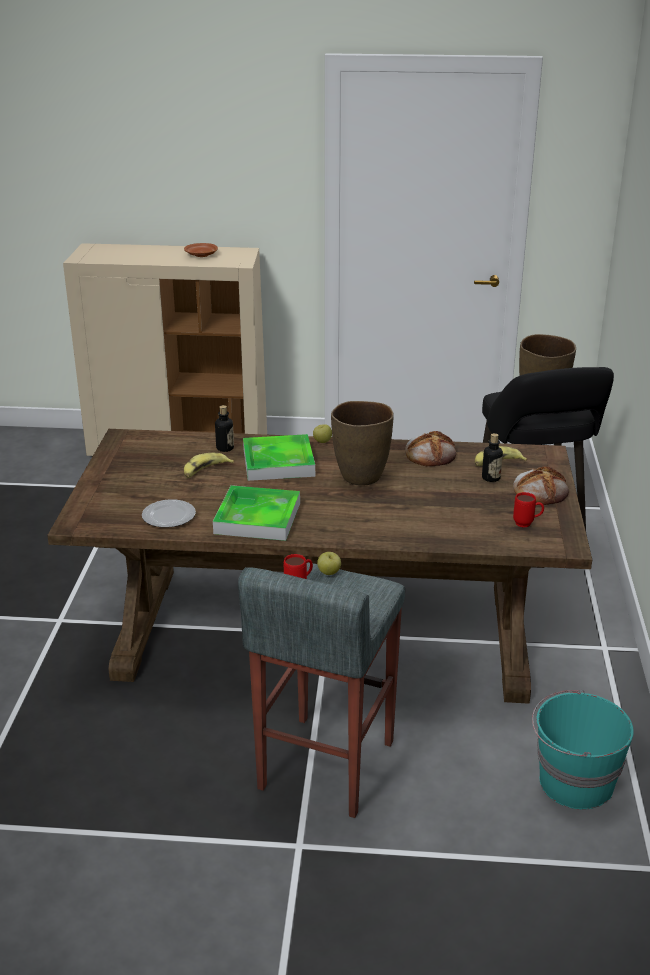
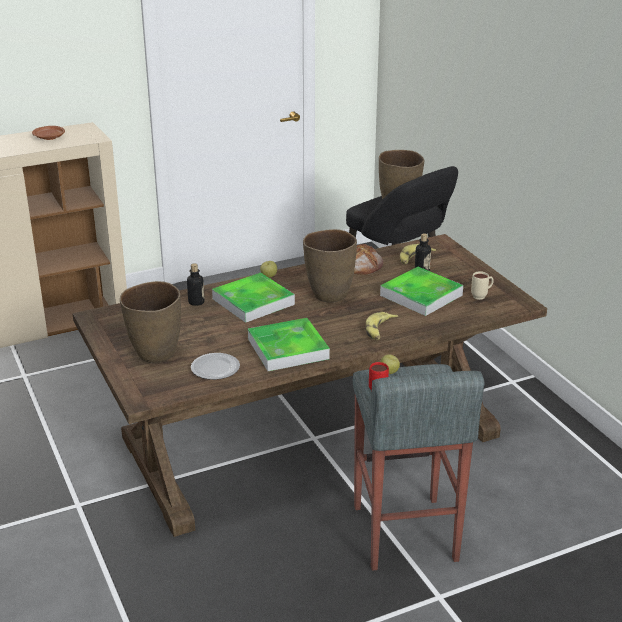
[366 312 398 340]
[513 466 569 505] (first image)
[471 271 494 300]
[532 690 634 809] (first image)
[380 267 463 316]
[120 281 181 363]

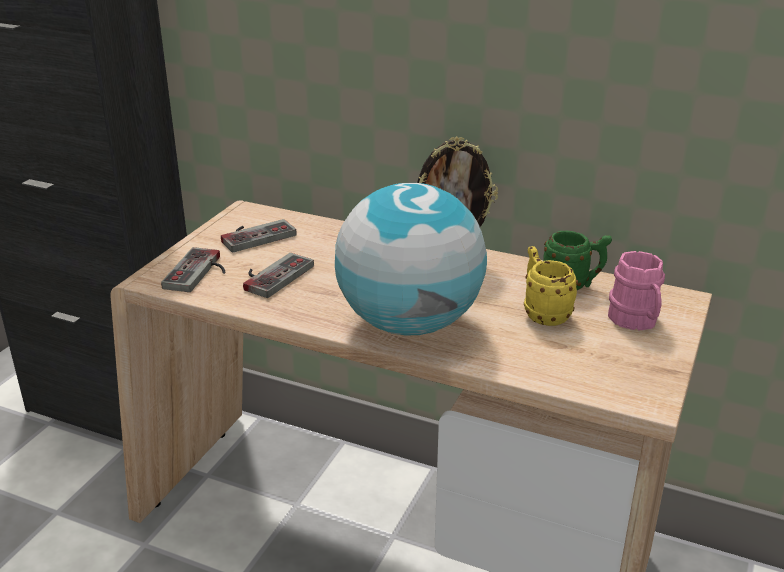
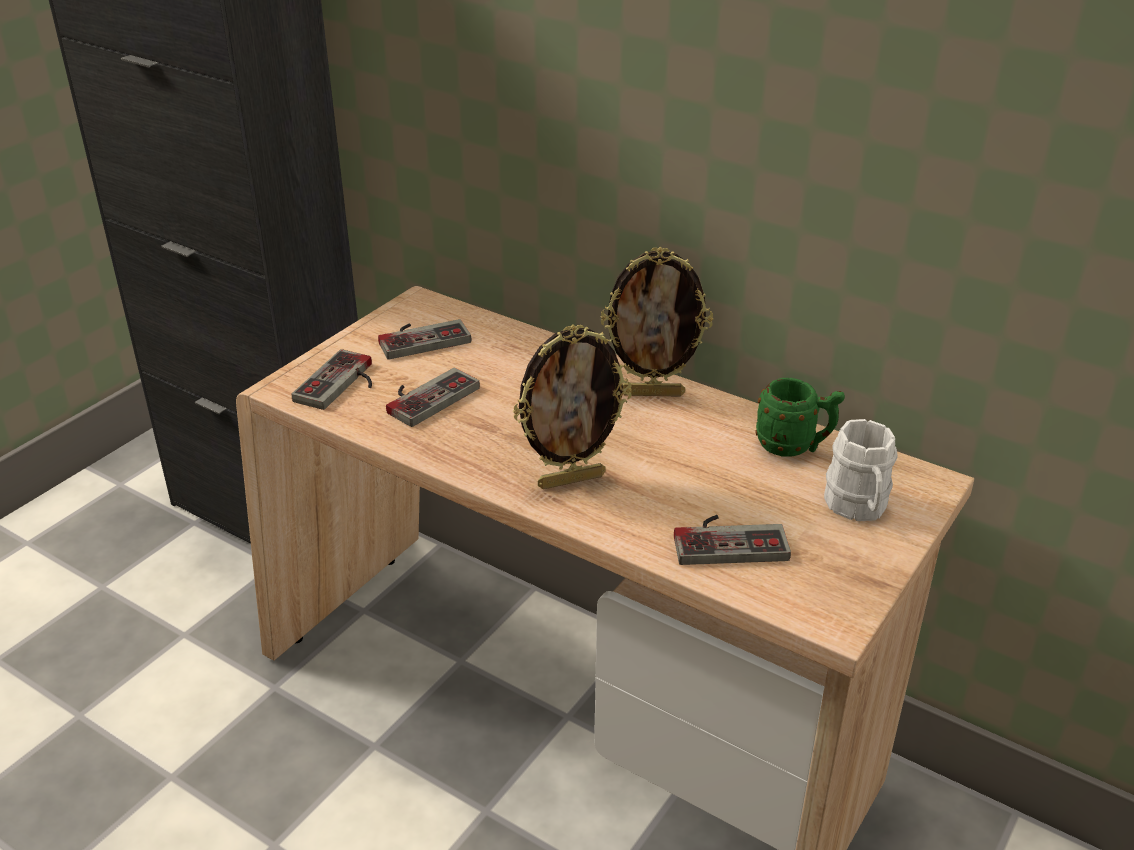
[513 324 631 489]
[524 246 578 326] (first image)
[824 419 898 521]
[674 515 791 565]

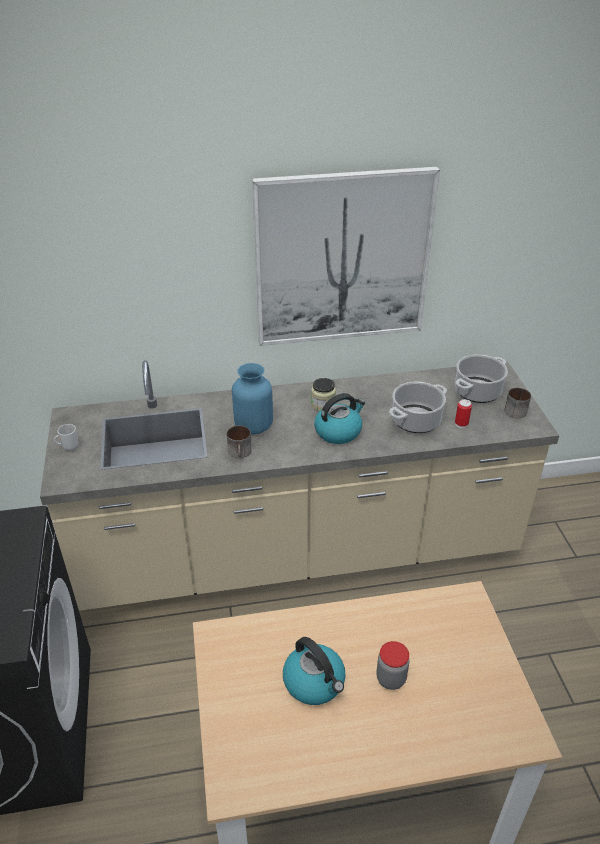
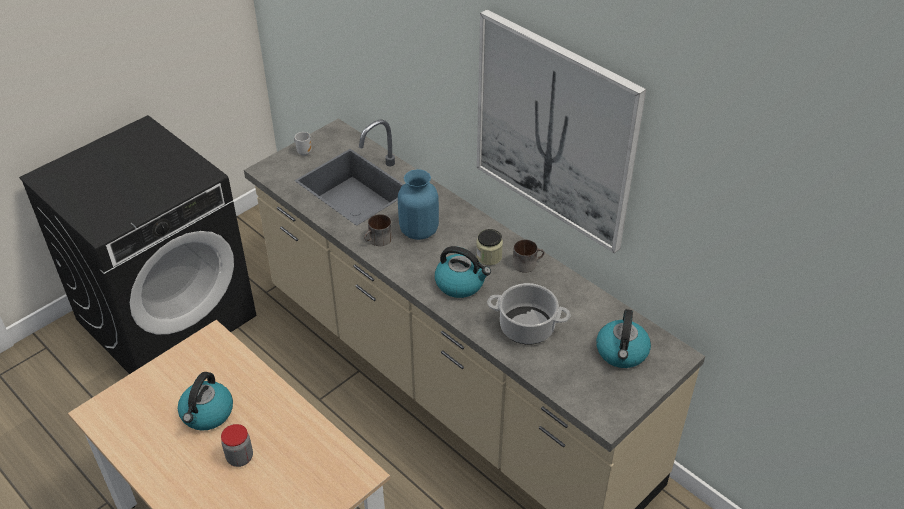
[596 309 651 368]
[513 239 544 273]
[455 399 472 428] (first image)

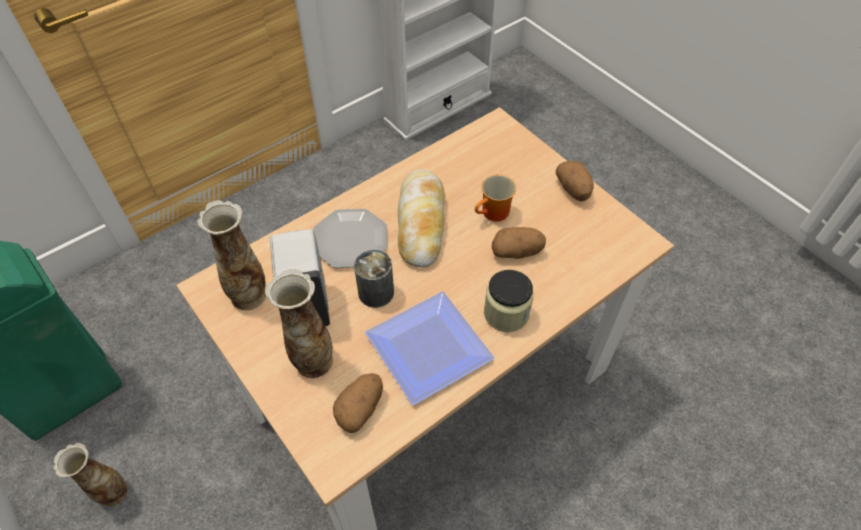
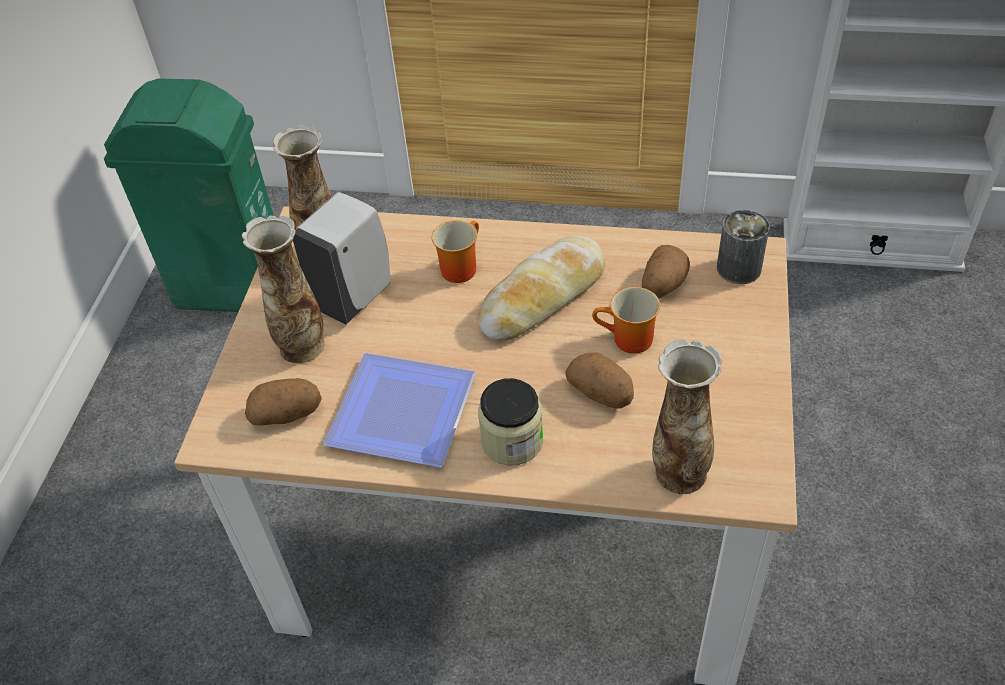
[642 245 690 299]
[432 220 479 283]
[717 210 770 284]
[652 340 722 494]

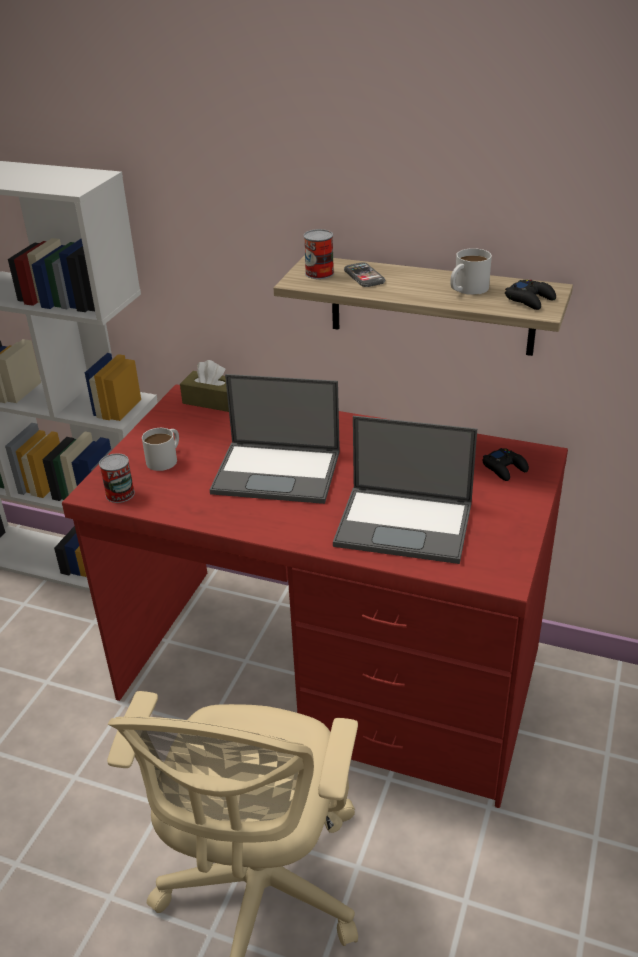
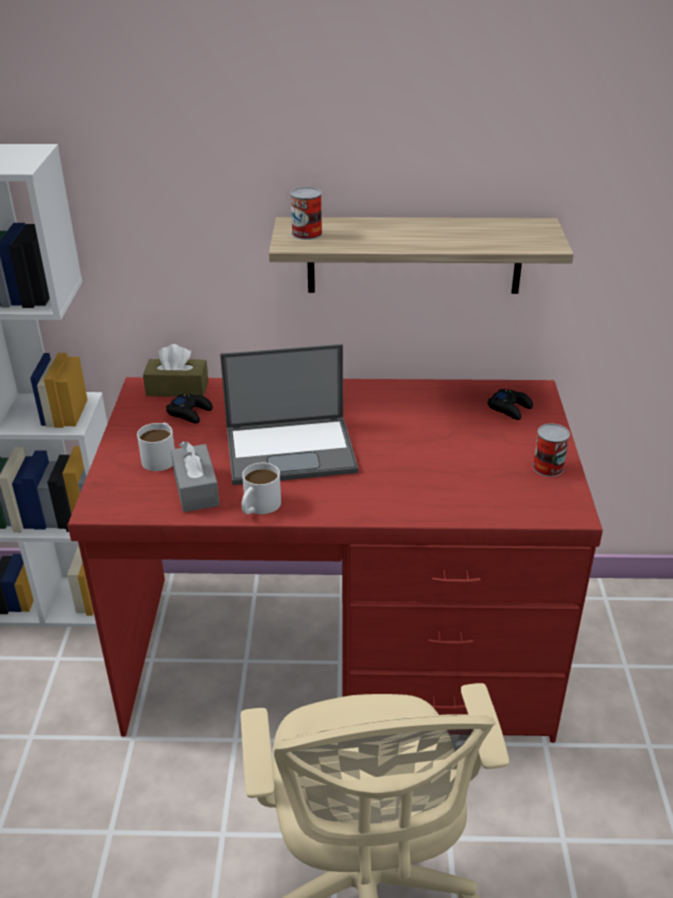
[242 463 281 514]
[344 262 385 287] (first image)
[166 394 213 424]
[333 416 477 564] (first image)
[533 423 570 477]
[171 441 220 512]

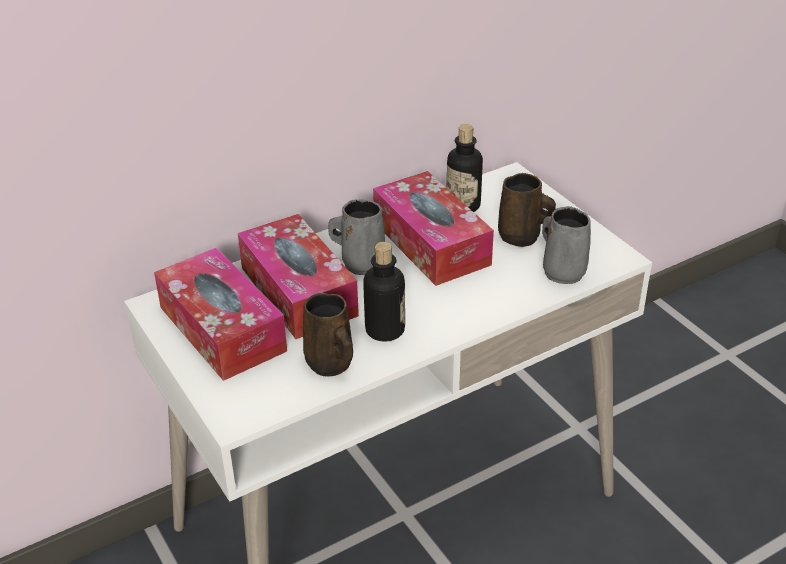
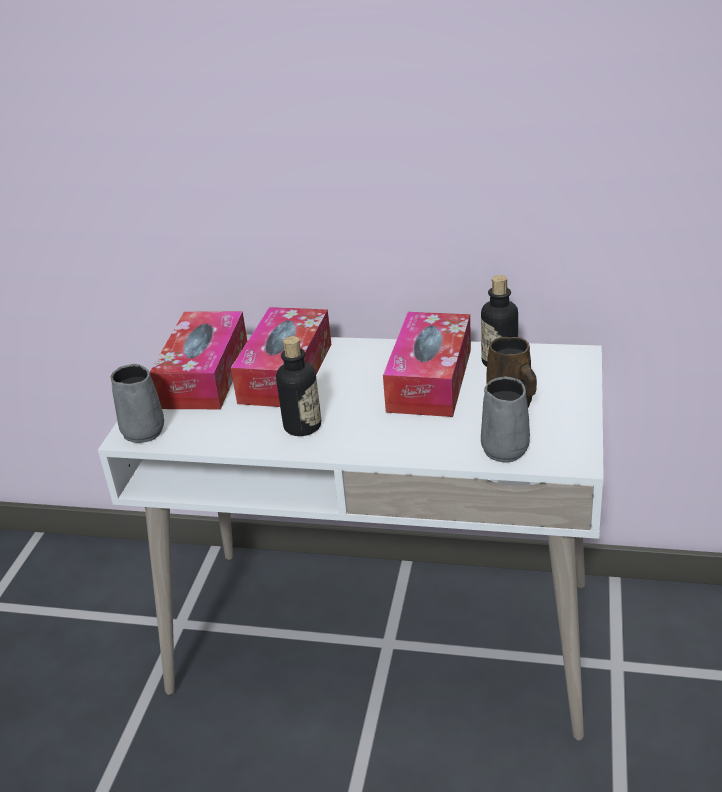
[111 364 164 443]
[303 293 353 377] (first image)

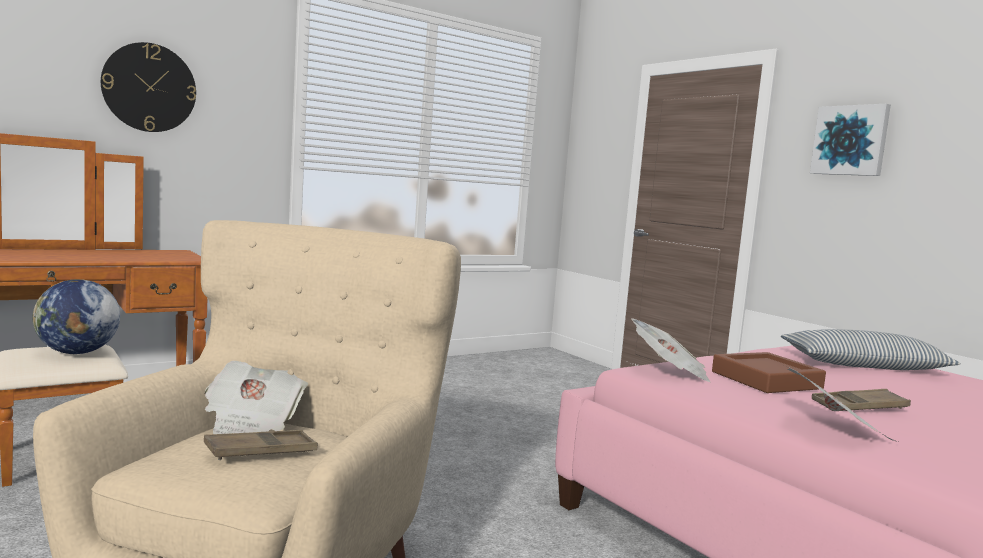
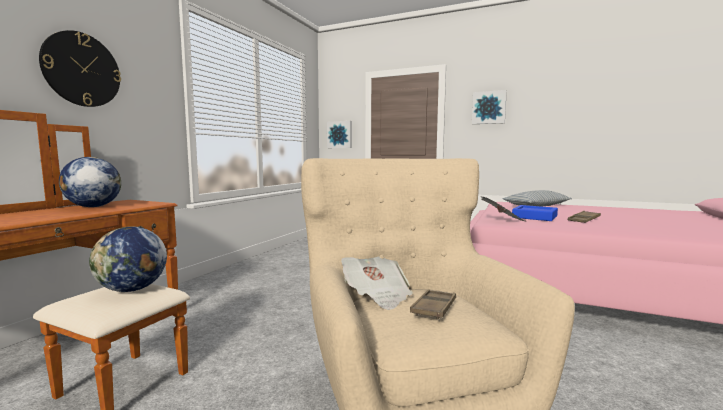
[512 205 558 221]
[788 367 898 442] (first image)
[327 121 352 148]
[59 157 121 207]

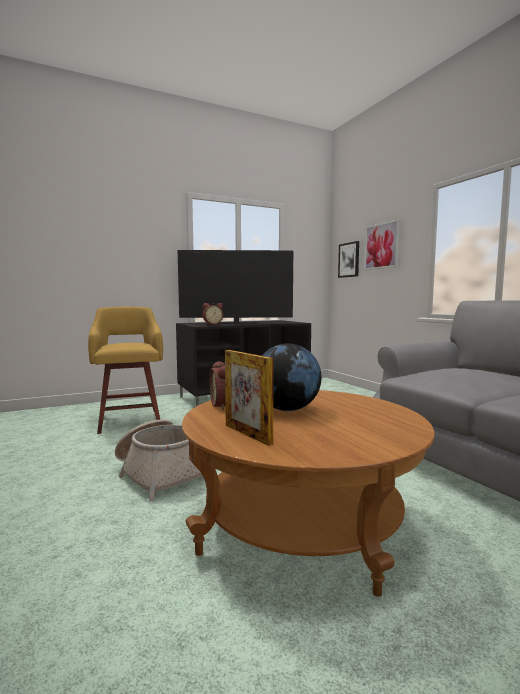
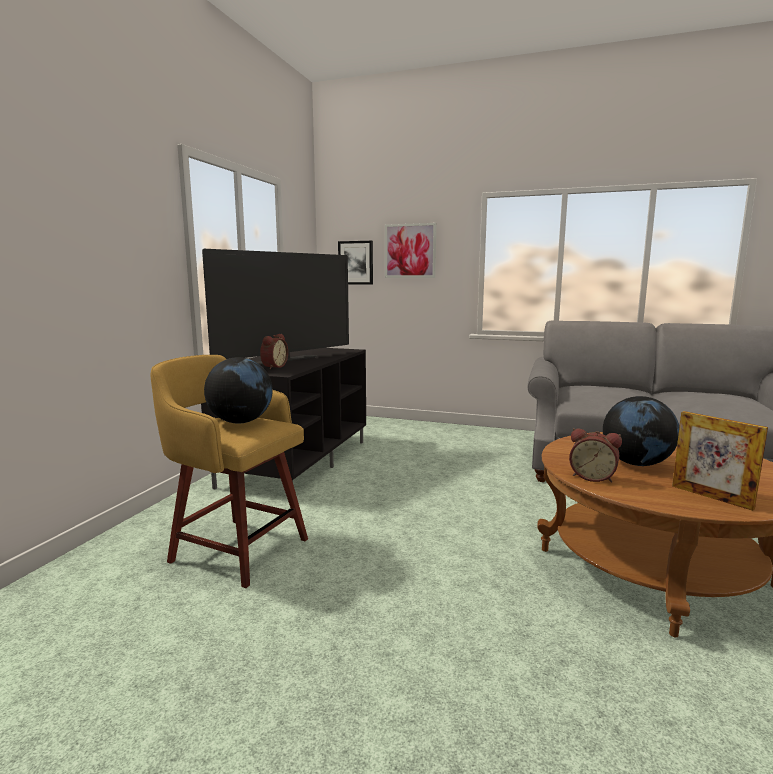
[672 411 768 511]
[115 419 202 502] (first image)
[204 357 273 424]

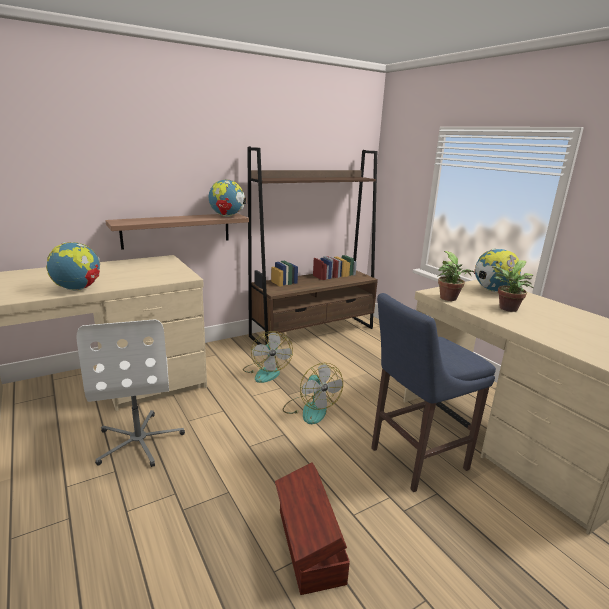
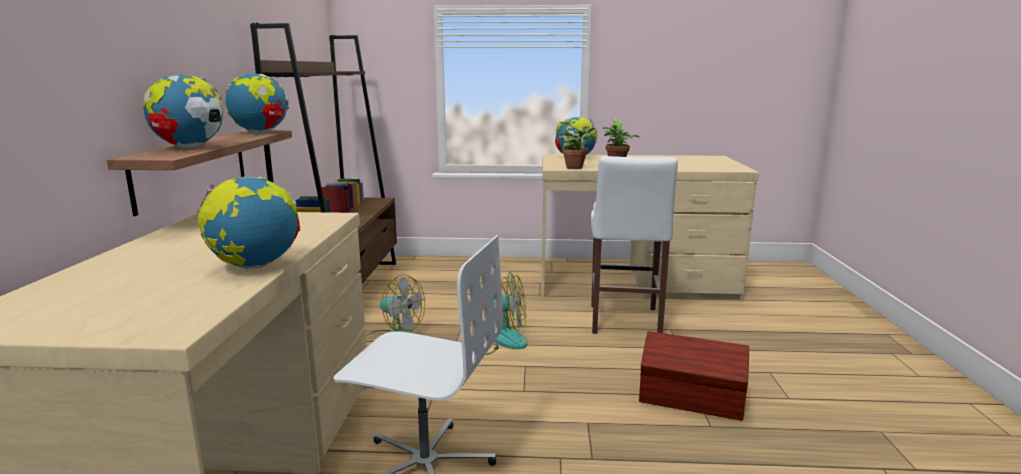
[591 156 678 334]
[143 75 223 148]

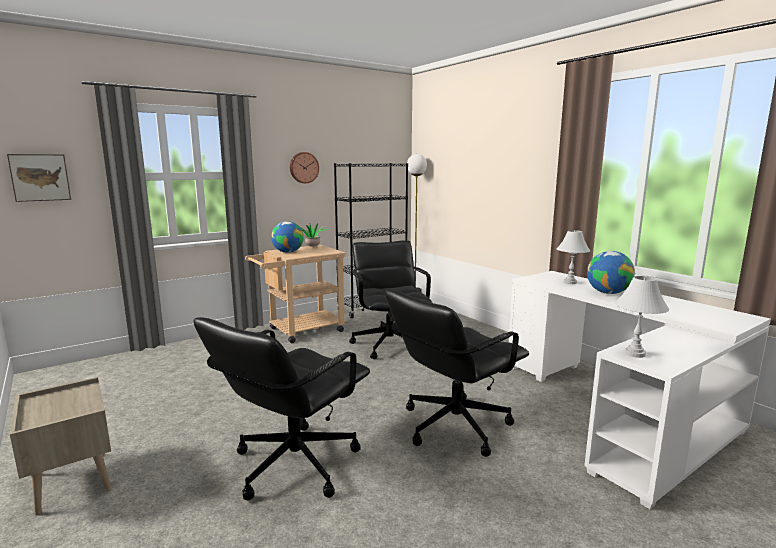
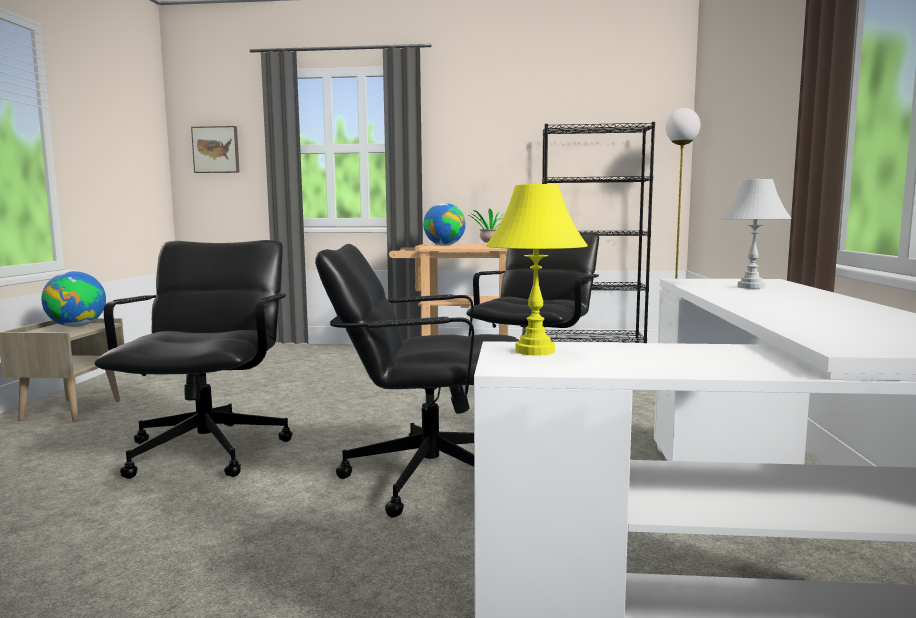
[290 152 319 183] (first image)
[41 271 106 327]
[486 183 588 356]
[94 240 293 479]

